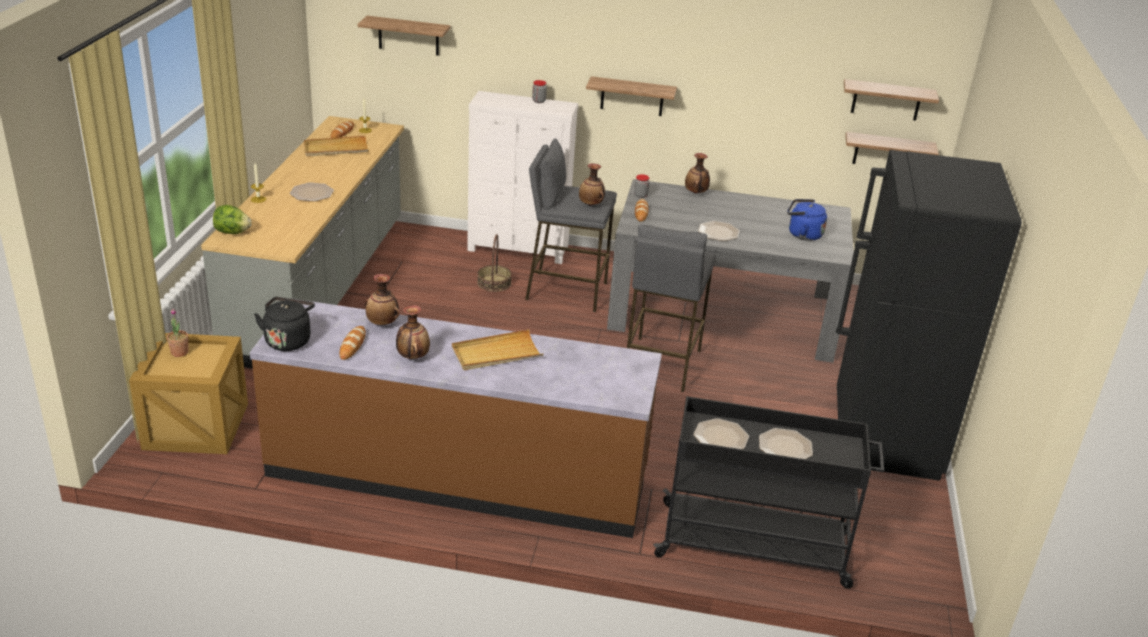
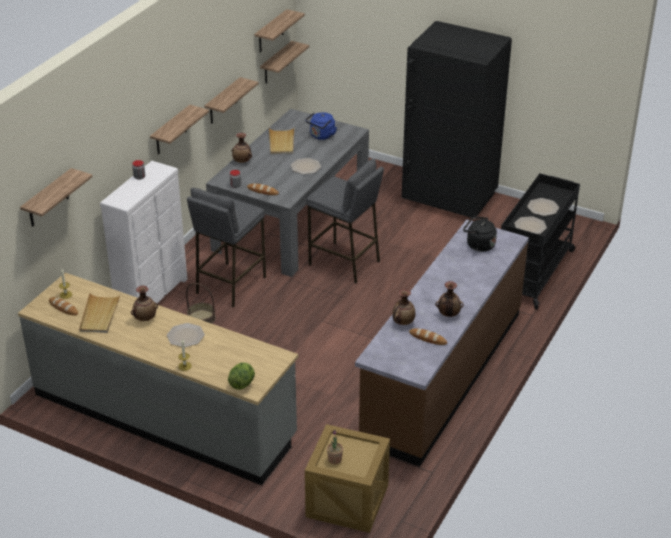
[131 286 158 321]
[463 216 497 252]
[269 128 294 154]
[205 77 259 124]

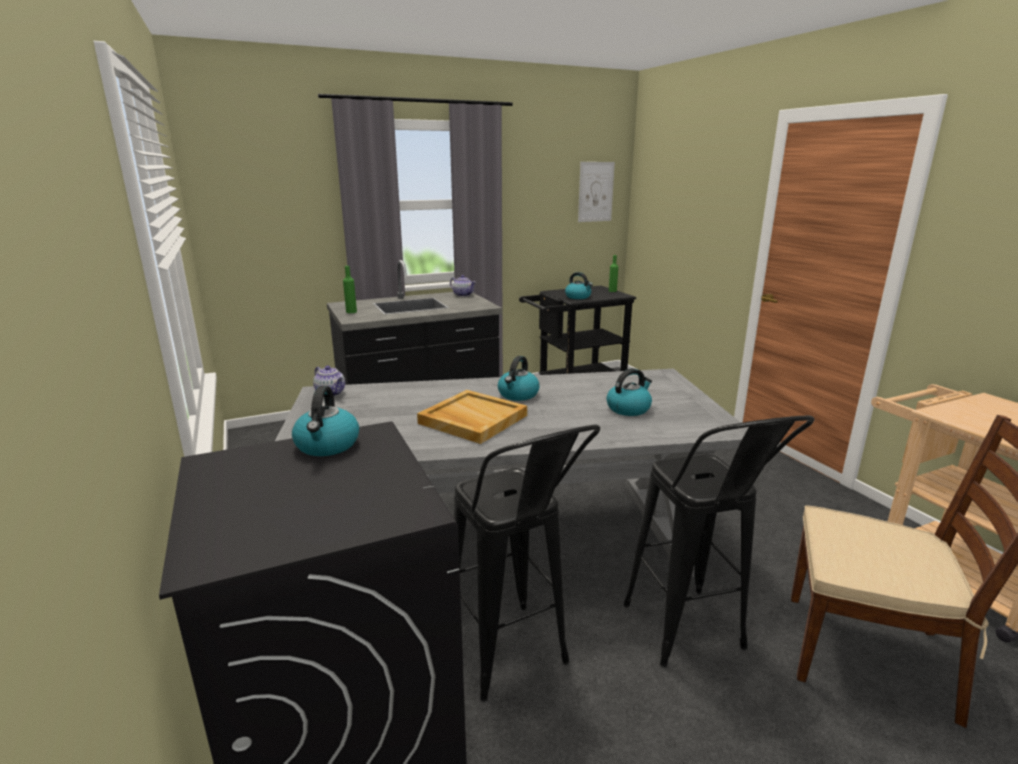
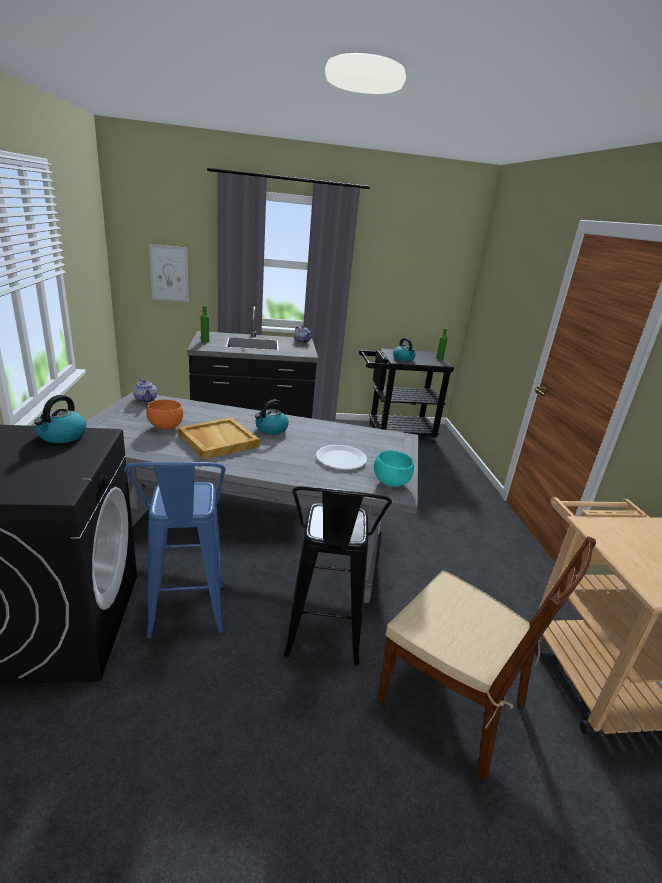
[149 244 189 302]
[316 445 367 469]
[124 462 225 638]
[146 399 183 430]
[374 450 414 487]

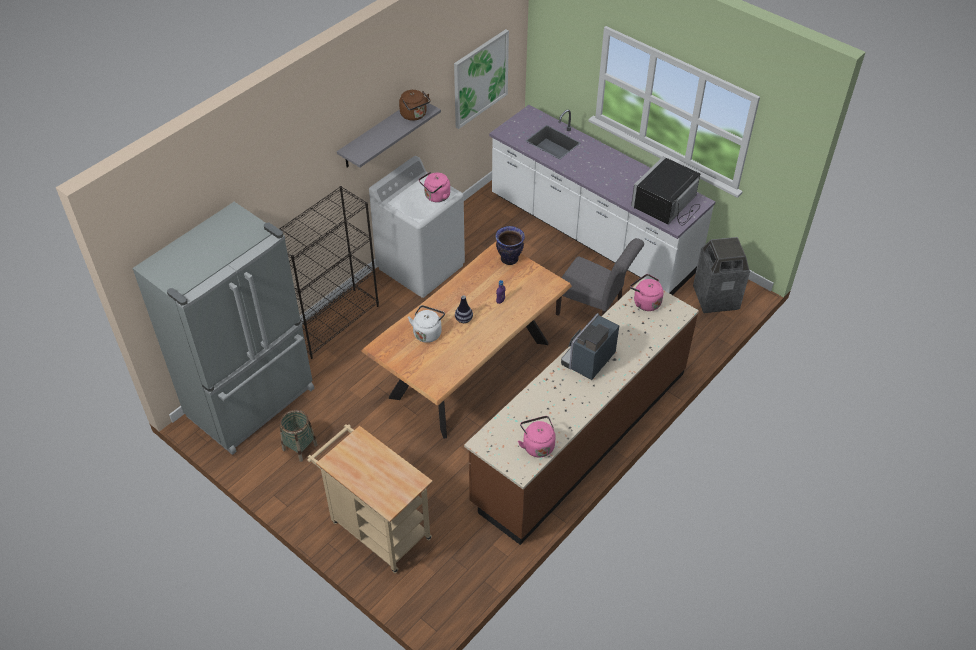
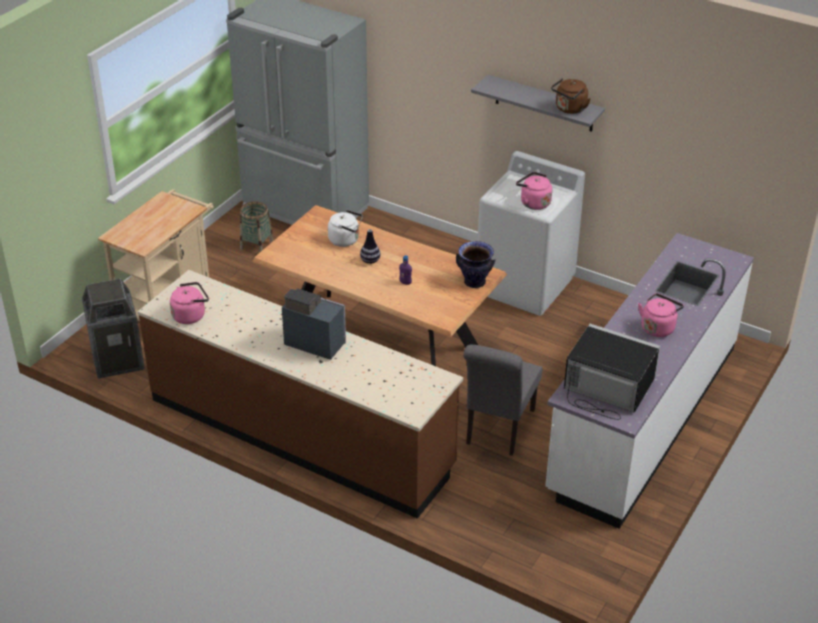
[454 29 509 129] (first image)
[280 186 379 359] (first image)
[82 278 145 378]
[638 293 684 337]

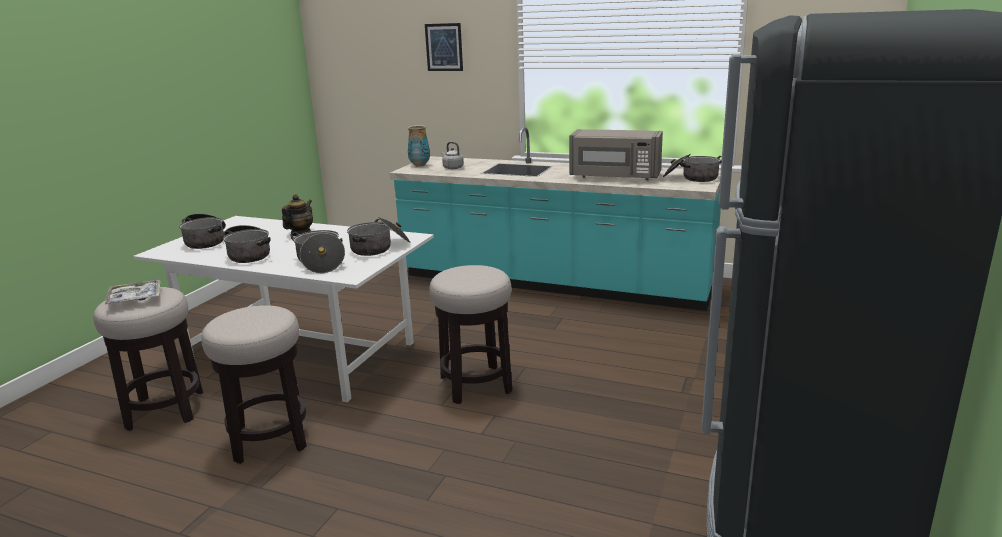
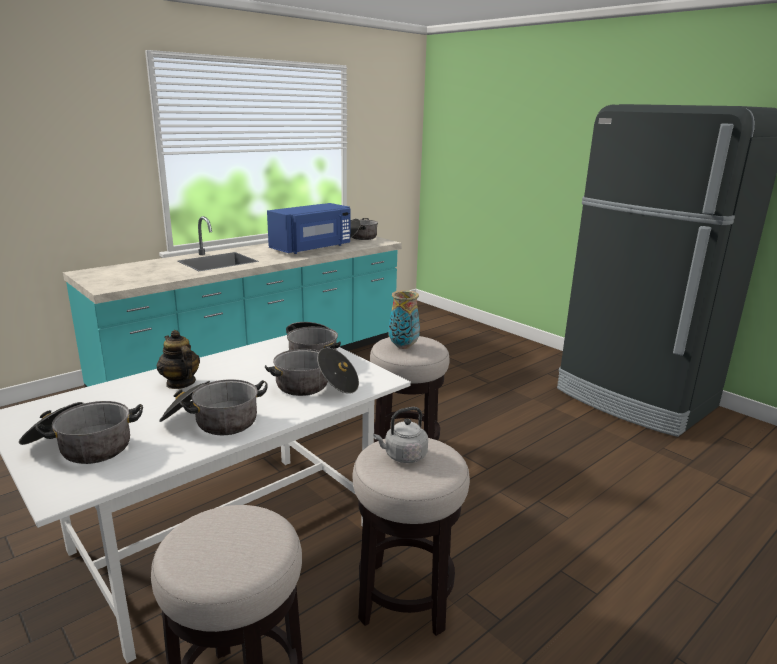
[425 23 463 71] (first image)
[388 290 420 349]
[267 203 350 254]
[373 407 428 463]
[105 280 161 305] (first image)

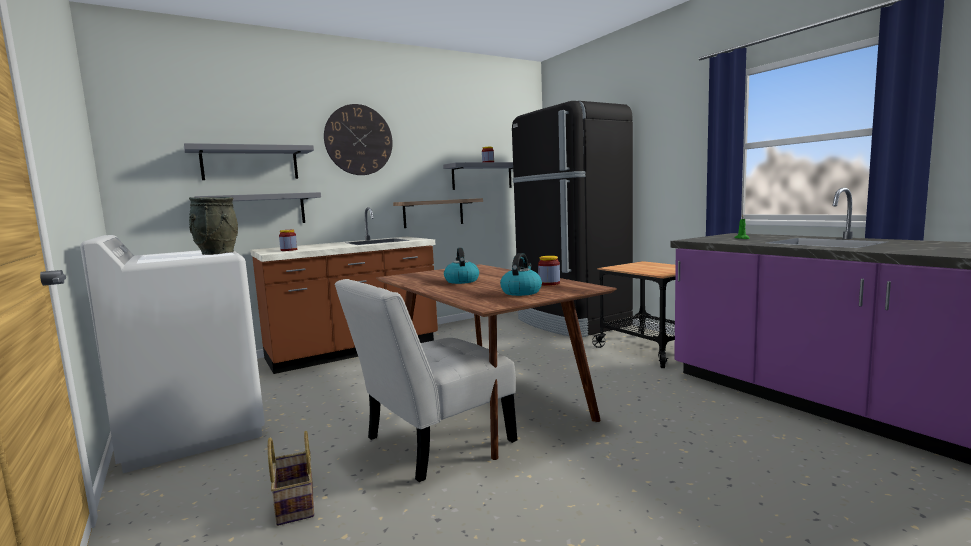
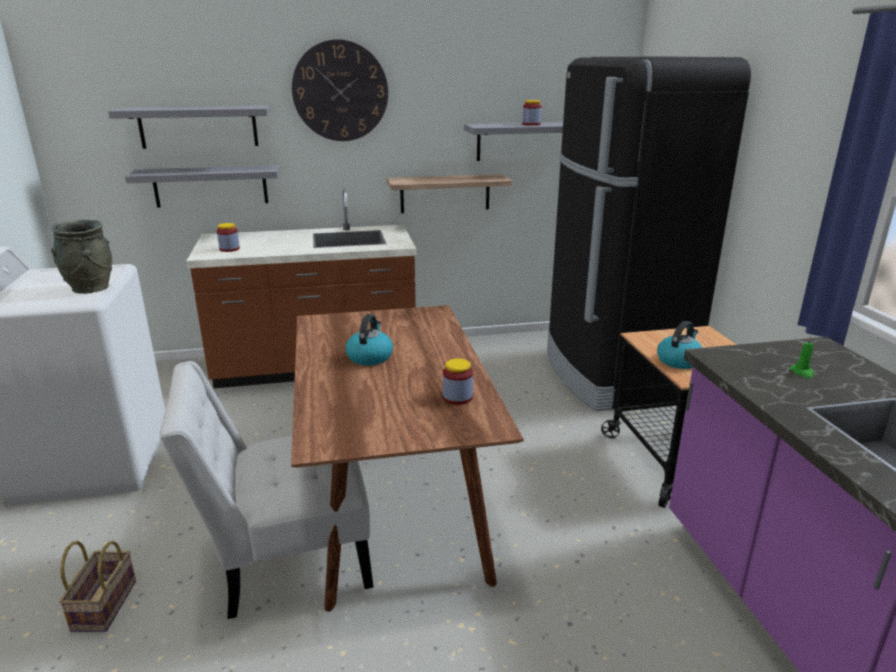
[657 321 703 369]

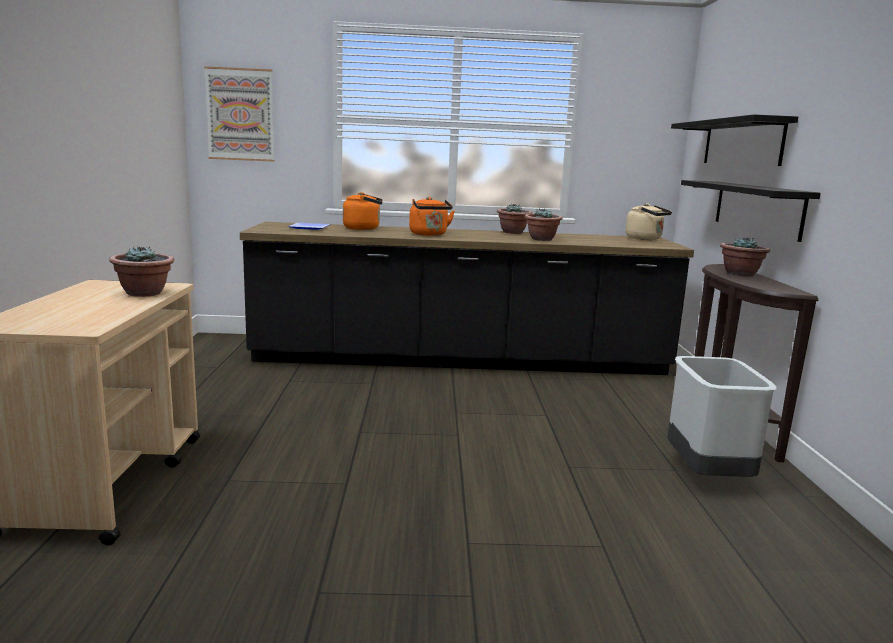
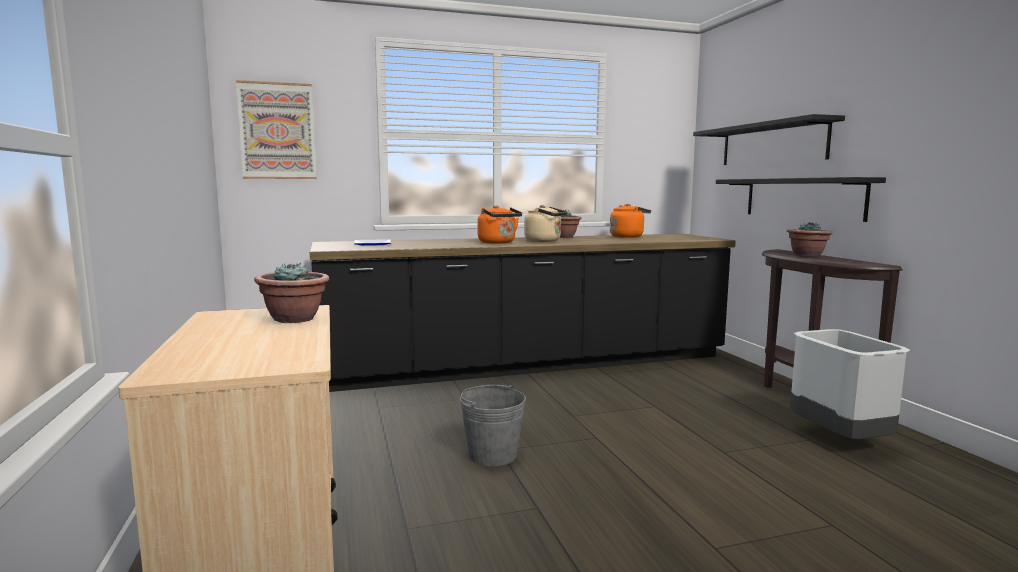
[610 204 651 238]
[524 205 568 242]
[525 209 563 241] (first image)
[460 385 526 466]

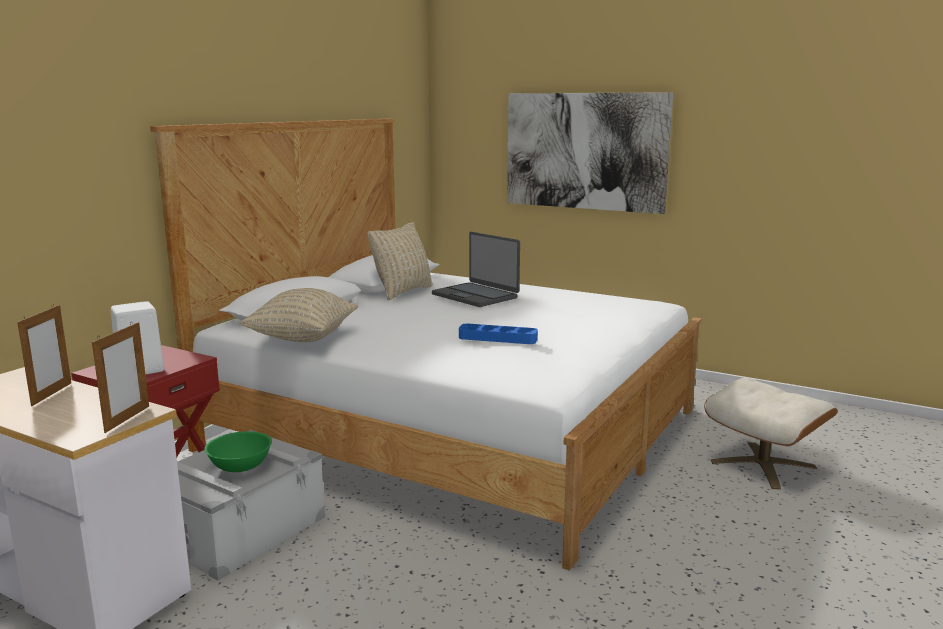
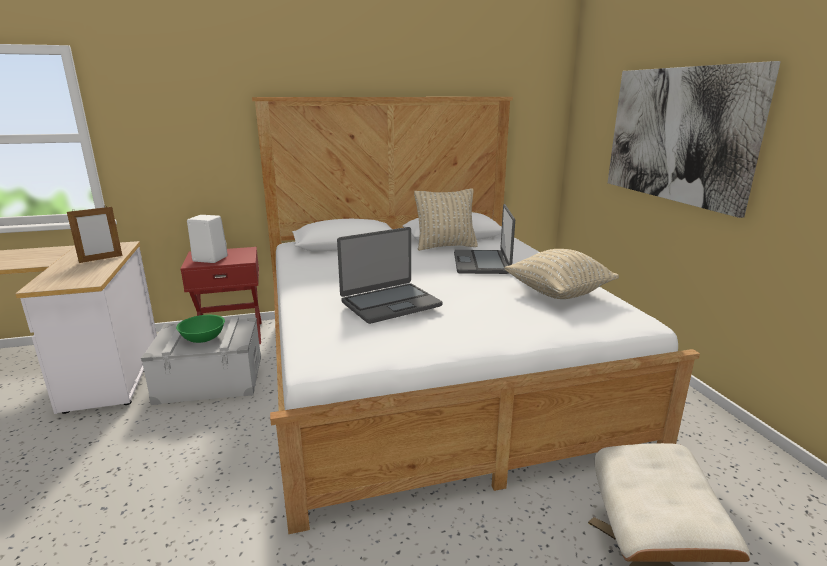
[504 249 619 299]
[92 322 149 433] (first image)
[337 227 442 324]

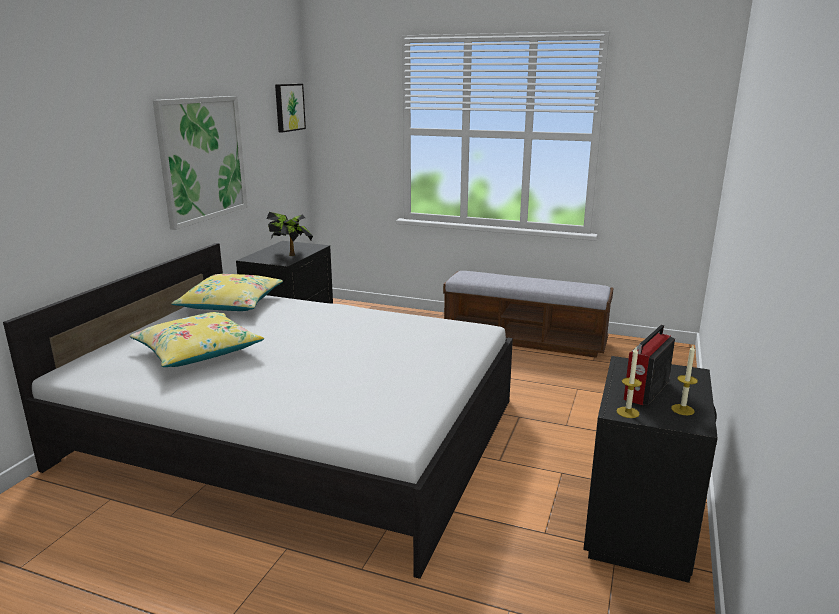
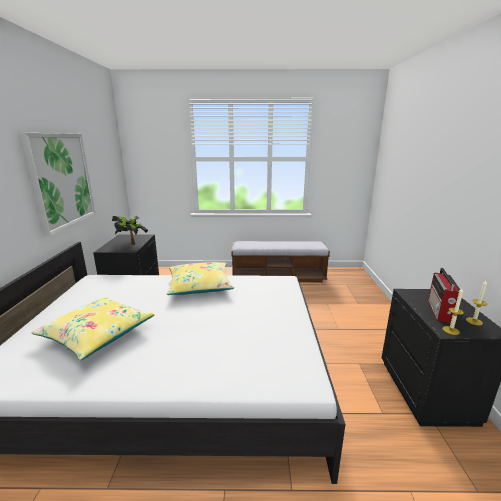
[275 84 306 132] (first image)
[167 262 234 295]

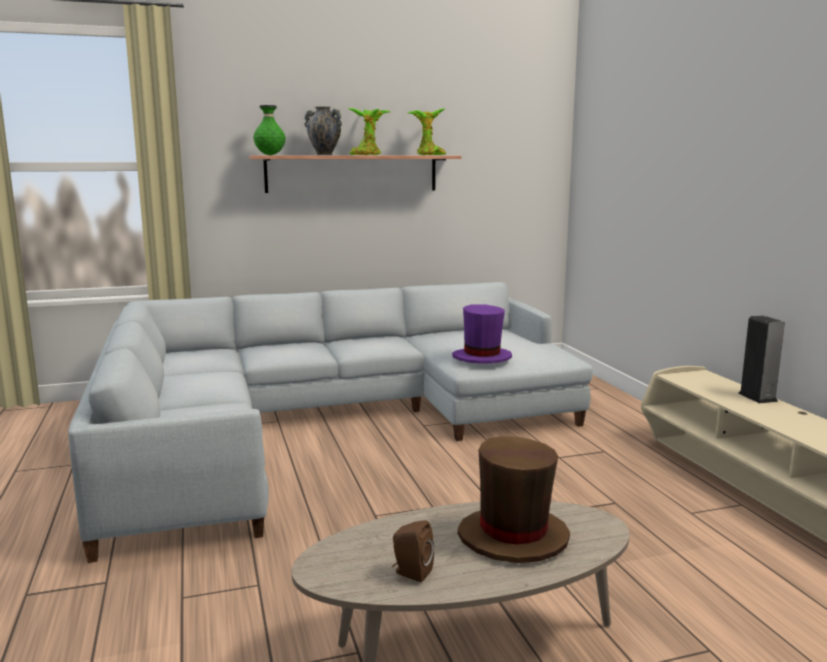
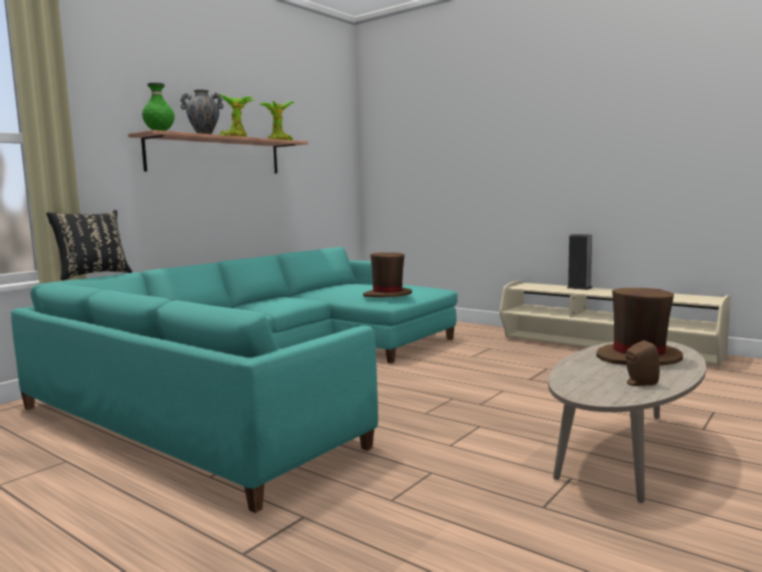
[11 247 458 513]
[363 252 412 298]
[46 210 132 280]

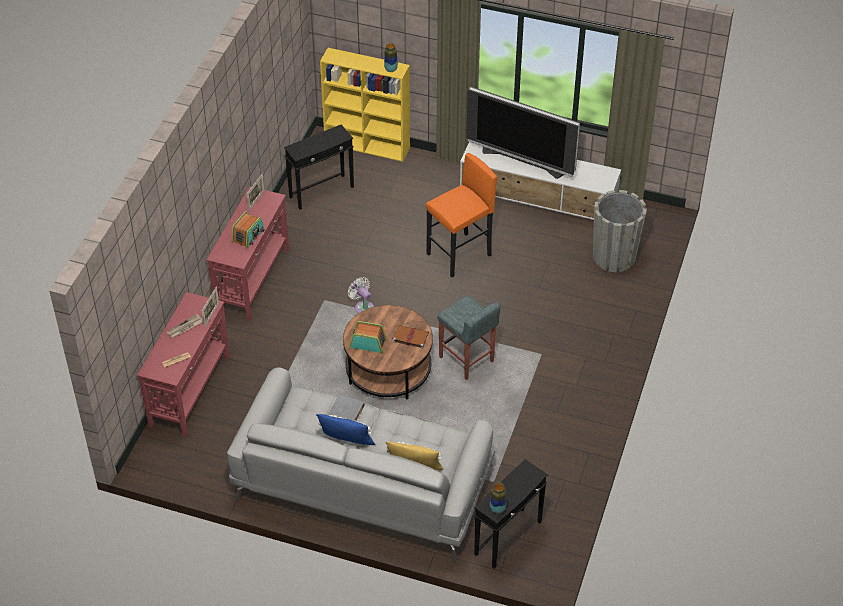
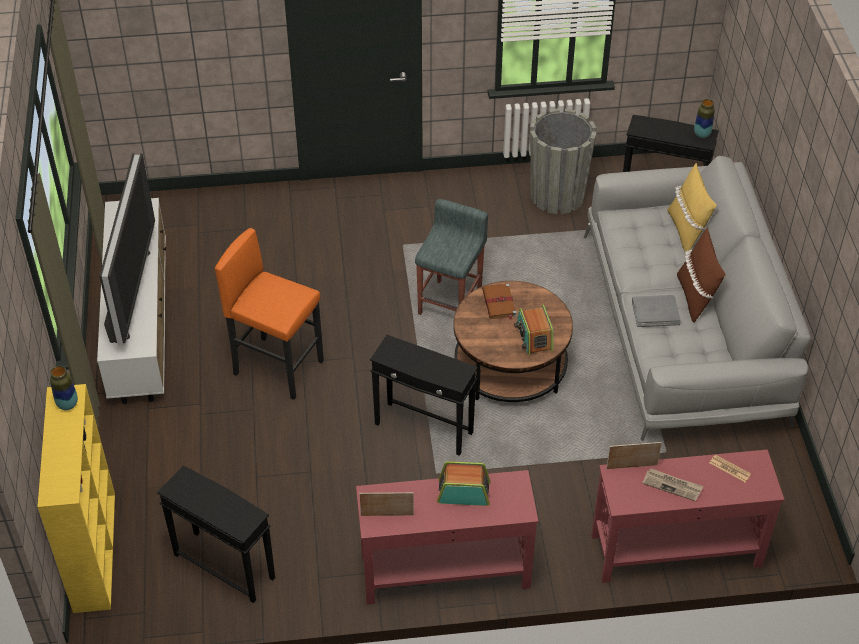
[530 108 597 214]
[370 335 478 456]
[677 228 726 323]

